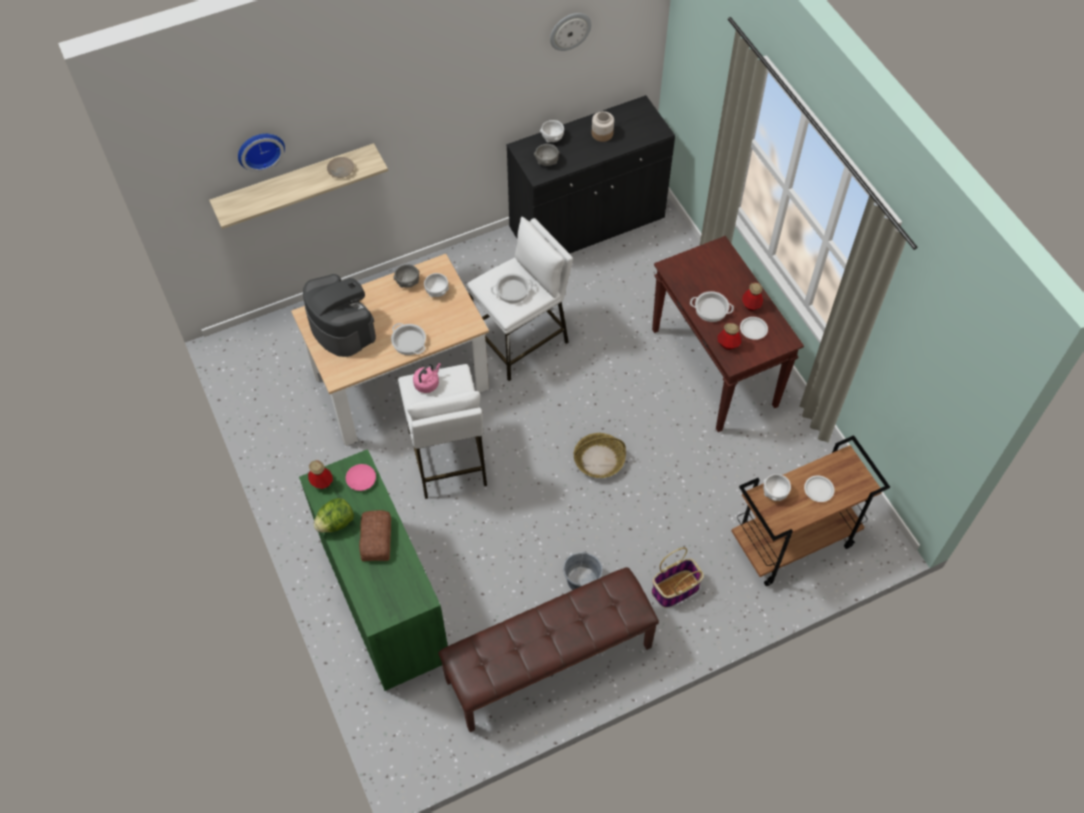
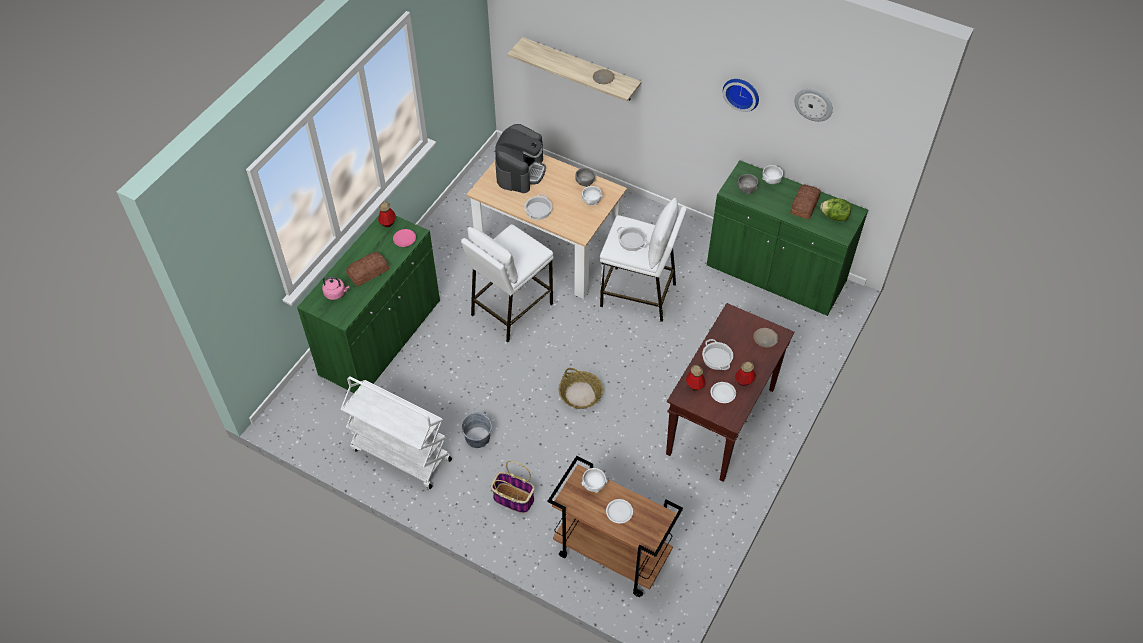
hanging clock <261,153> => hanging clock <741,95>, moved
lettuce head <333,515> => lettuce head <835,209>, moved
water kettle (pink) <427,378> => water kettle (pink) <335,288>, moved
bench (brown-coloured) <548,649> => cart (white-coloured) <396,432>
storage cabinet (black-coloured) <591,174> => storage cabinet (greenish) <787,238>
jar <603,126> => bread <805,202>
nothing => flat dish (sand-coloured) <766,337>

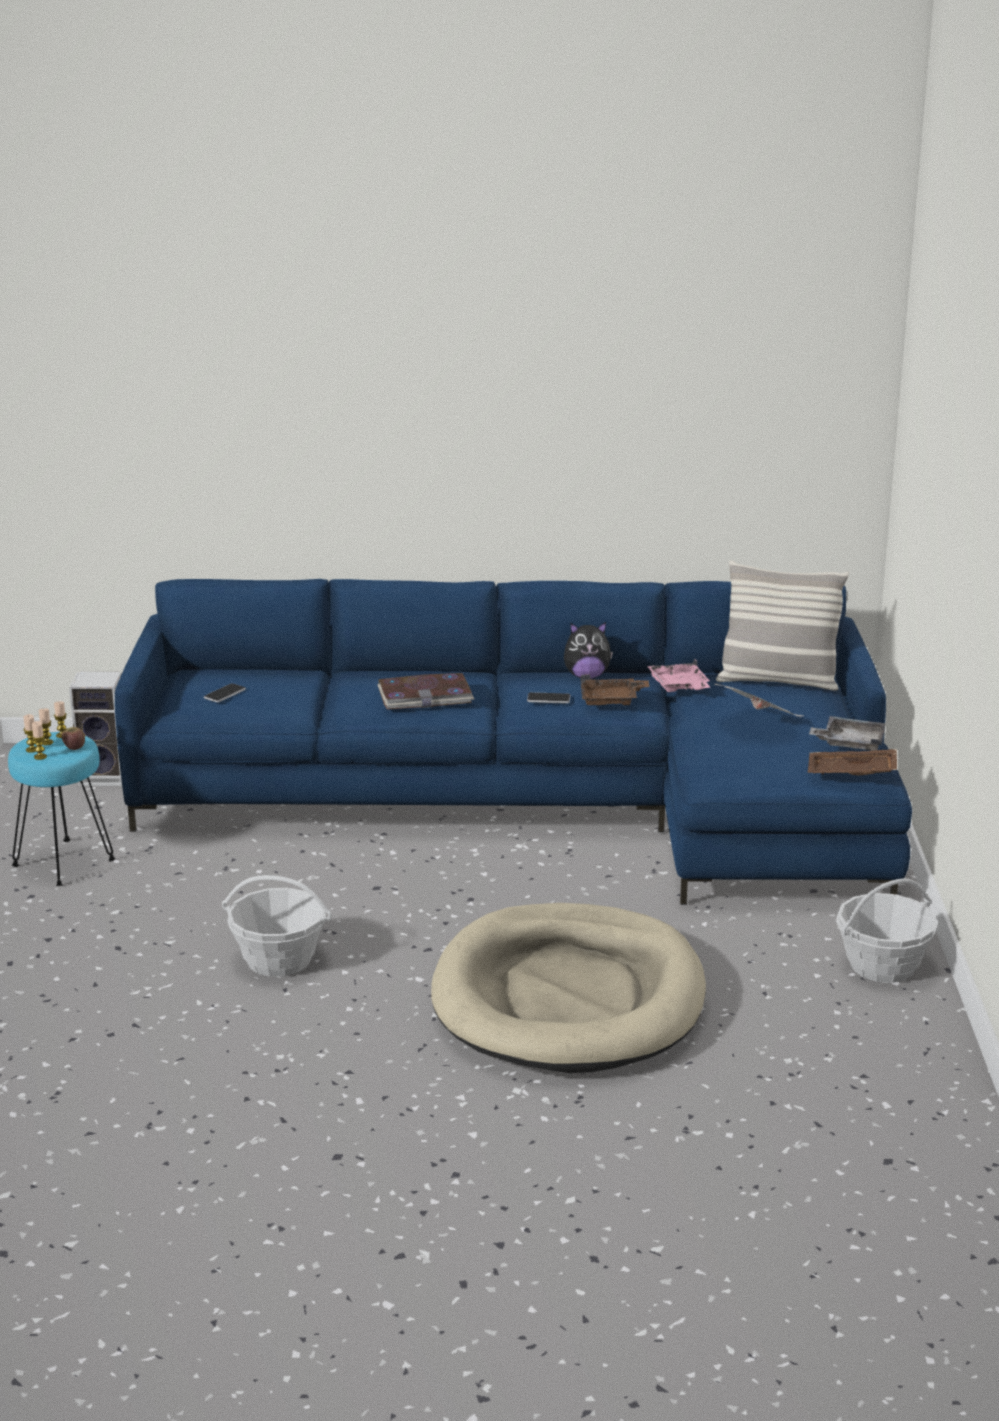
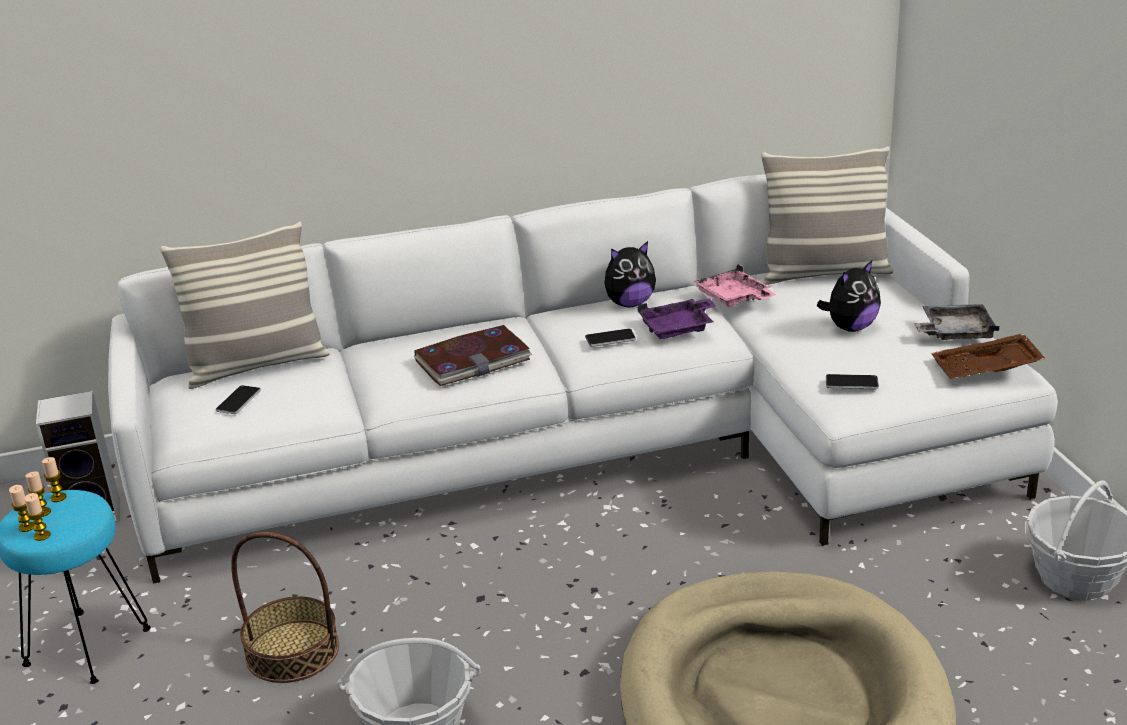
whole apple <73,737> => nothing
couch (bluish) <513,742> => couch (white-coloured) <583,378>
carrying tray (brown-coloured) <615,689> => carrying tray (purple-coloured) <676,319>
printed paper <758,700> => soft toy <849,295>
nothing => throw pillow <244,305>
nothing => household basket <285,607>
nothing => phone <852,382>

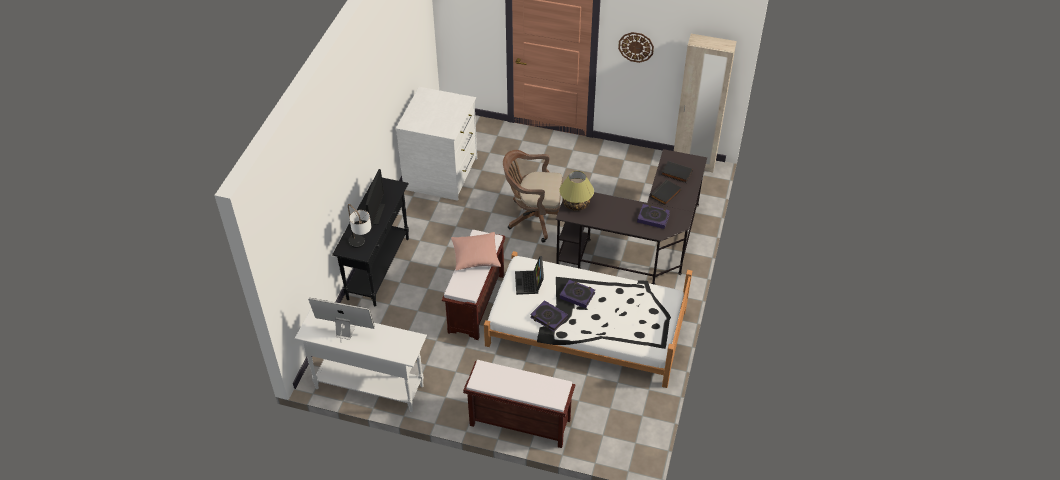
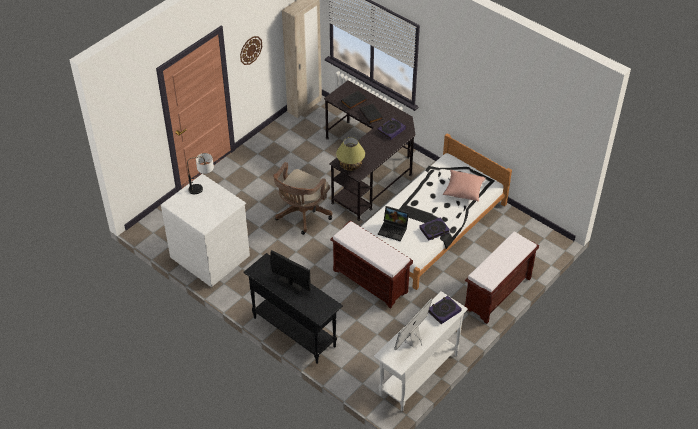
table lamp <359,226> => table lamp <200,173>, moved
throw pillow (pink) <476,251> => throw pillow (pink) <464,186>, moved
book <577,294> => book <445,310>, moved

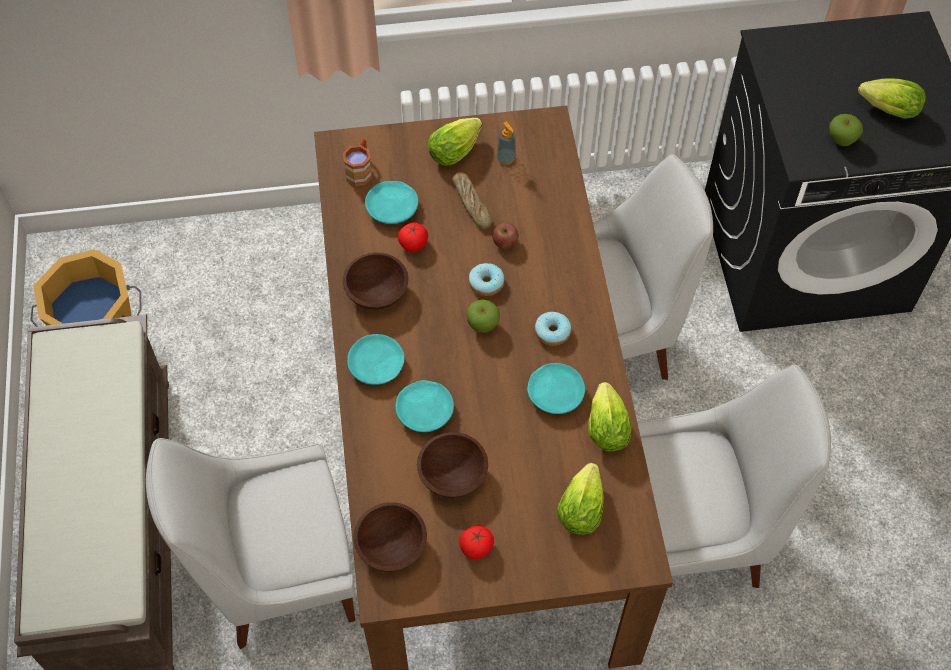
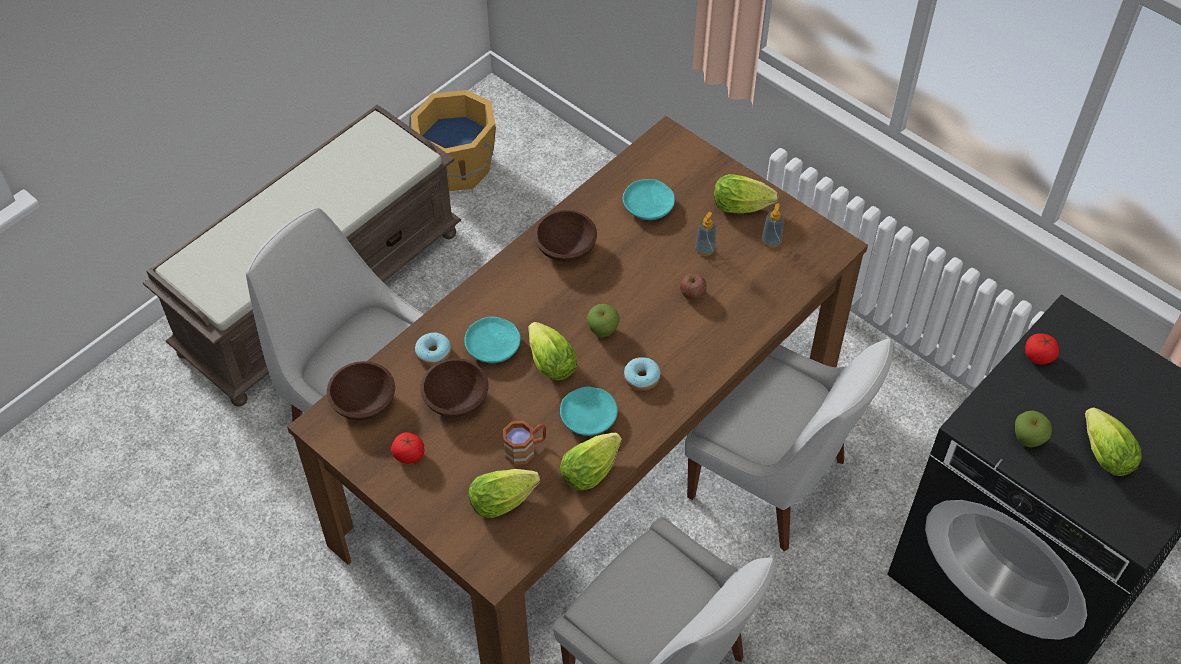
mug (brown-coloured) <357,162> => mug (brown-coloured) <524,443>, moved
flat dish (blue-green) <375,359> => nothing
whole tomato <413,237> => whole tomato <1042,349>, moved
bread <472,201> => soap dispenser <705,234>
donut <486,279> => donut <433,349>, moved
nothing => lettuce head <553,351>

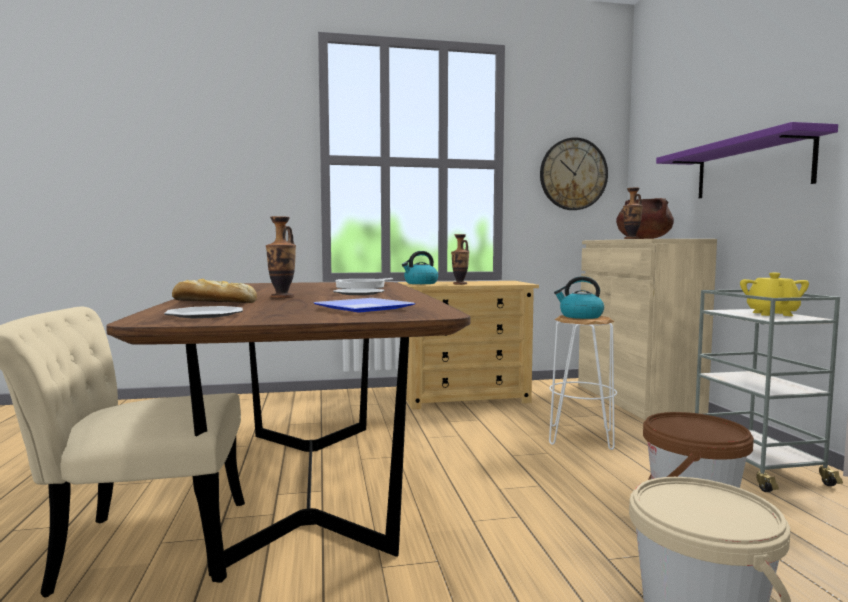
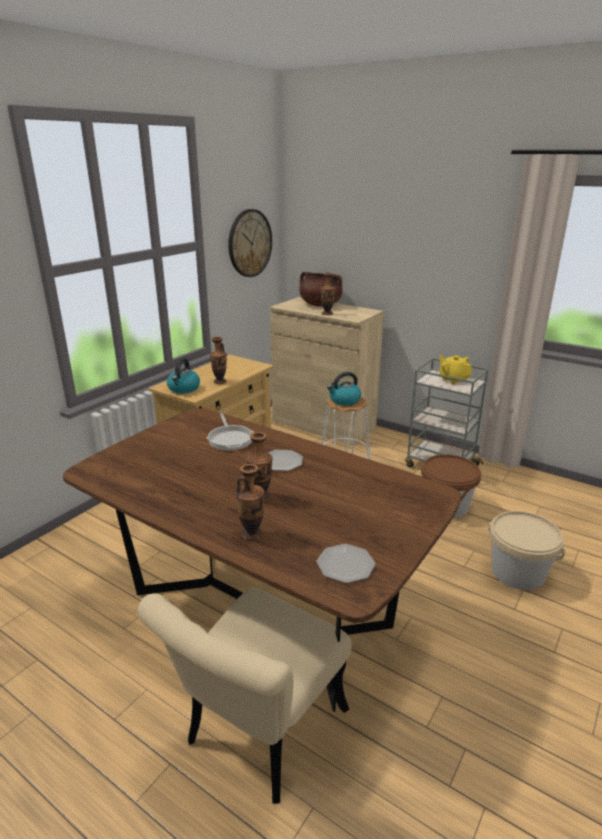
bread <214,291> => vase <250,502>
flat dish <364,305> => nothing
wall shelf (purple-coloured) <747,160> => nothing

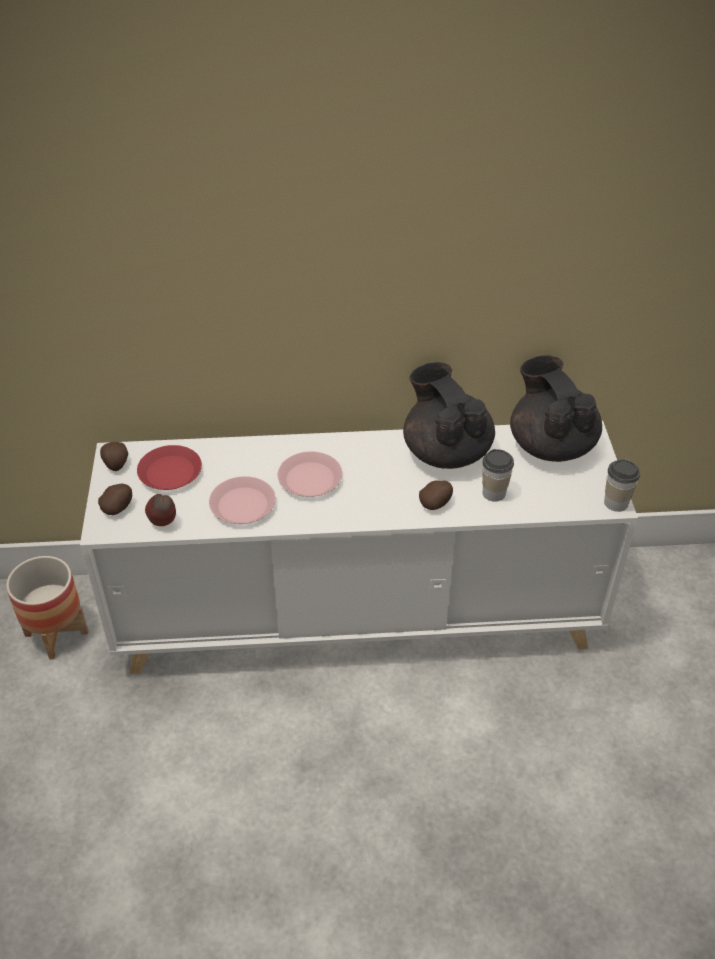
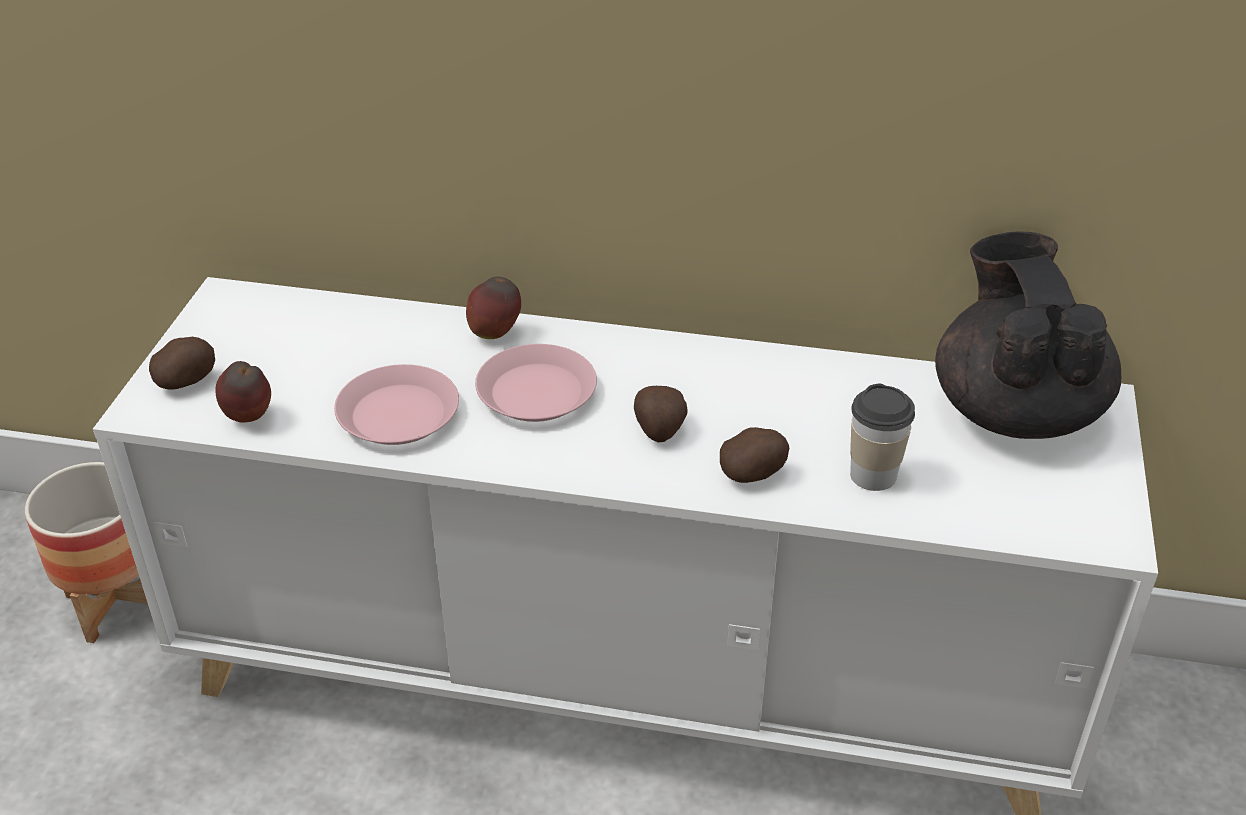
spud <114,456> => spud <660,414>, moved
flat dish (red) <169,467> => nothing
teapot (black-coloured) <449,415> => nothing
drinking cup <622,485> => nothing
nothing => whole apple <493,307>

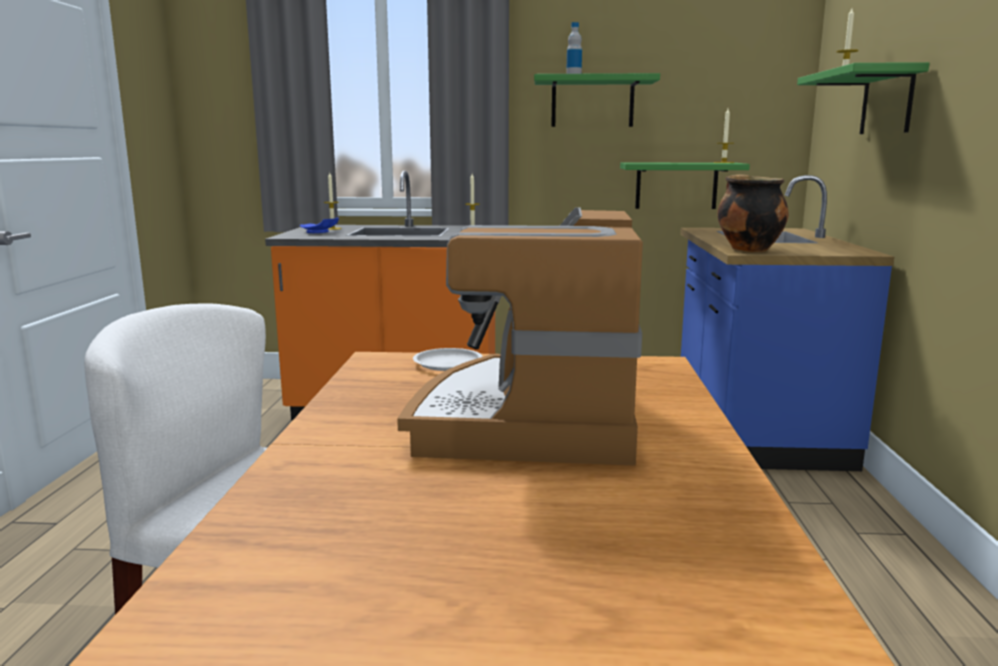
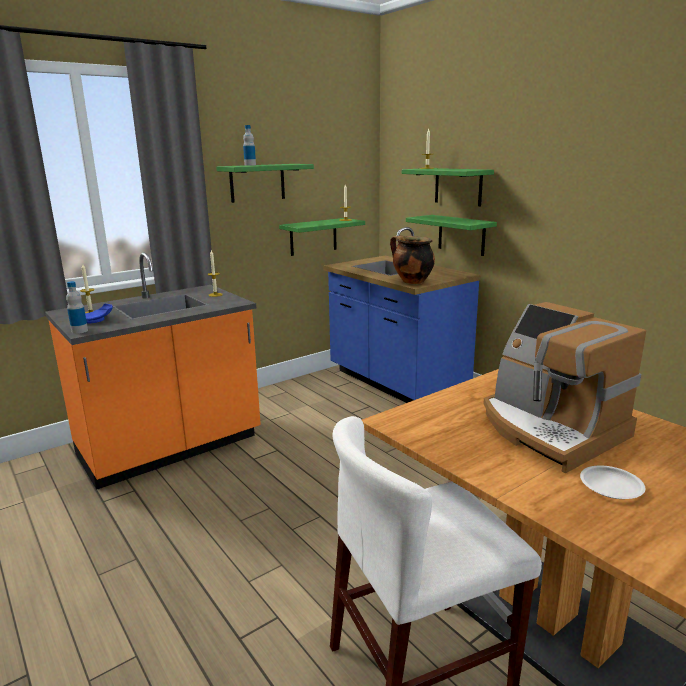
flat dish (white-coloured) <448,359> => flat dish (white-coloured) <612,482>, moved
nothing => beverage bottle <77,307>
nothing => wall shelf (greenish) <451,235>

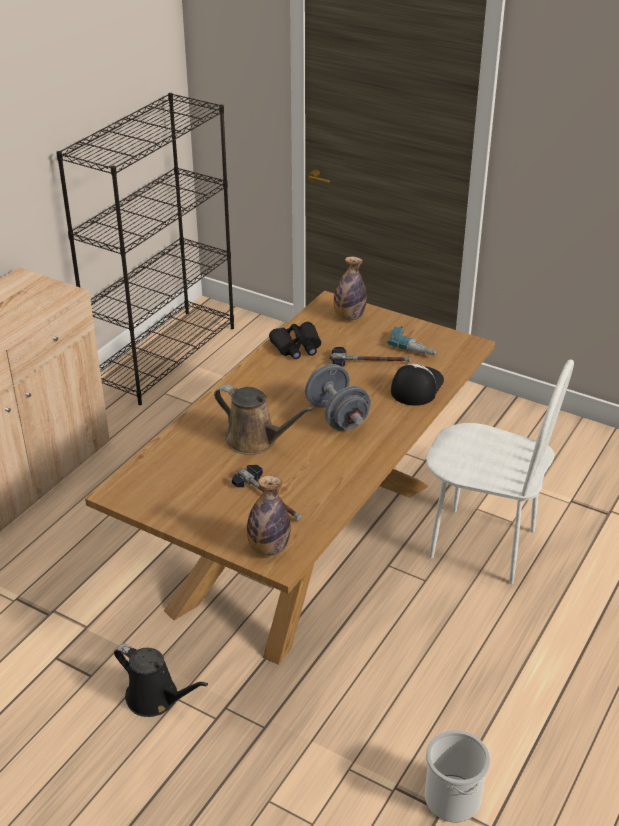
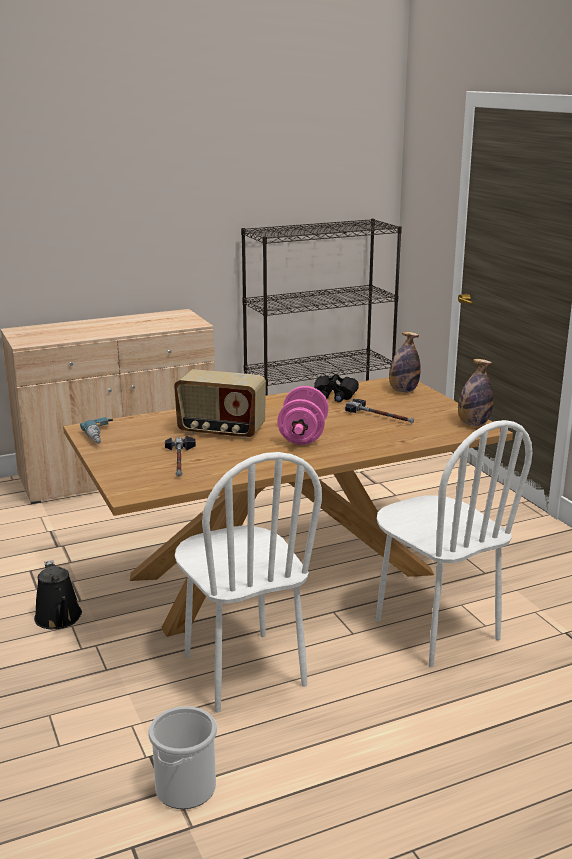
sprinkling can (brown-coloured) <264,419> => radio <220,404>
beverage bottle <269,516> => beverage bottle <475,392>, moved
dumbbell (greyish) <338,397> => dumbbell (pink) <303,415>
electric drill <413,340> => electric drill <96,430>, moved
cap <417,385> => nothing
nothing => chair (white-coloured) <248,582>

